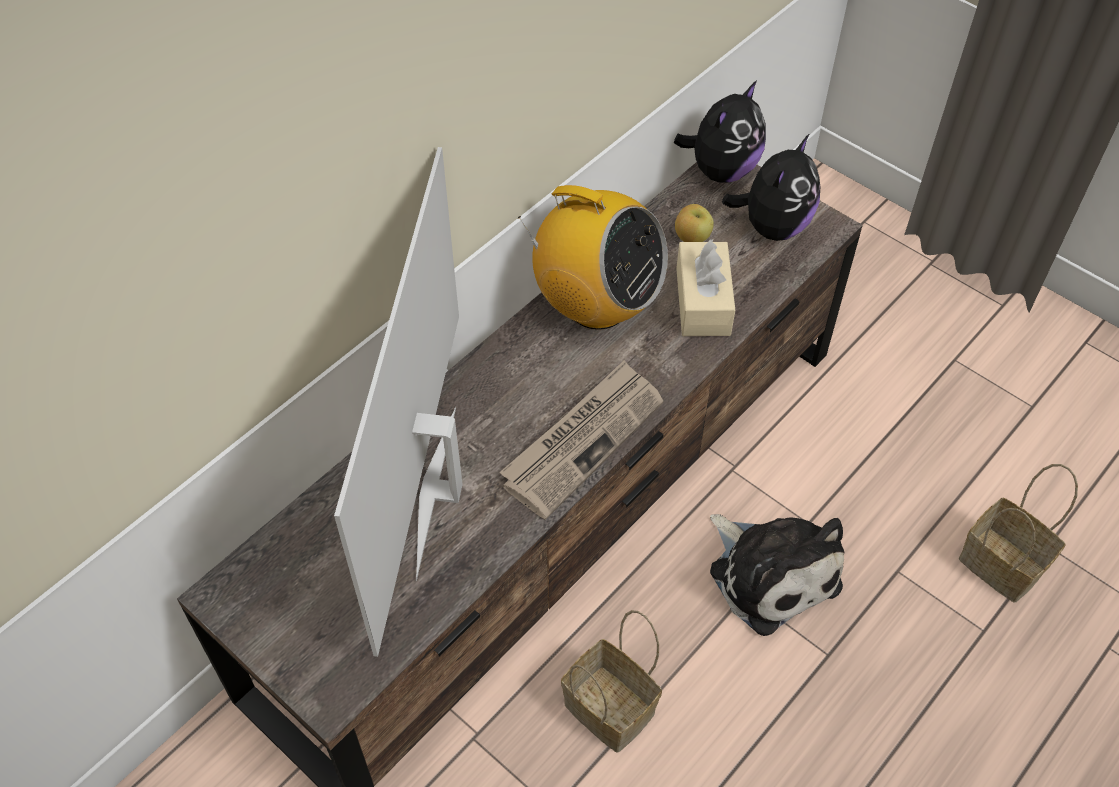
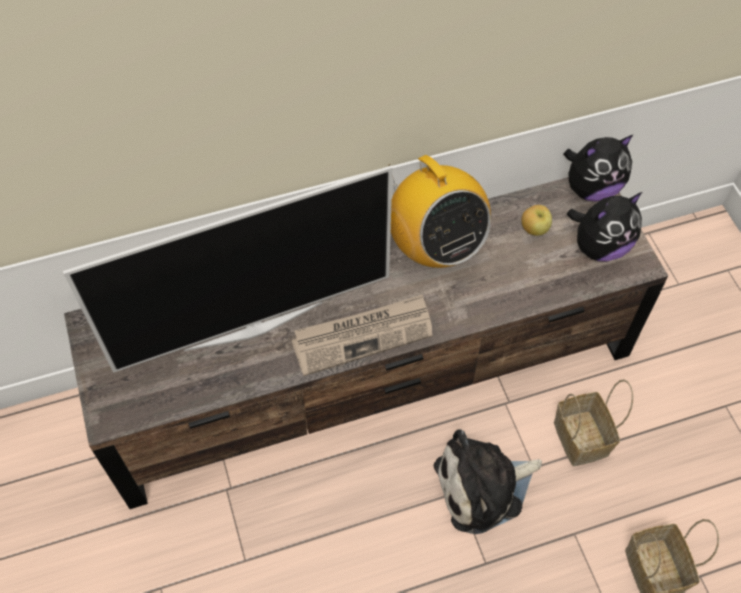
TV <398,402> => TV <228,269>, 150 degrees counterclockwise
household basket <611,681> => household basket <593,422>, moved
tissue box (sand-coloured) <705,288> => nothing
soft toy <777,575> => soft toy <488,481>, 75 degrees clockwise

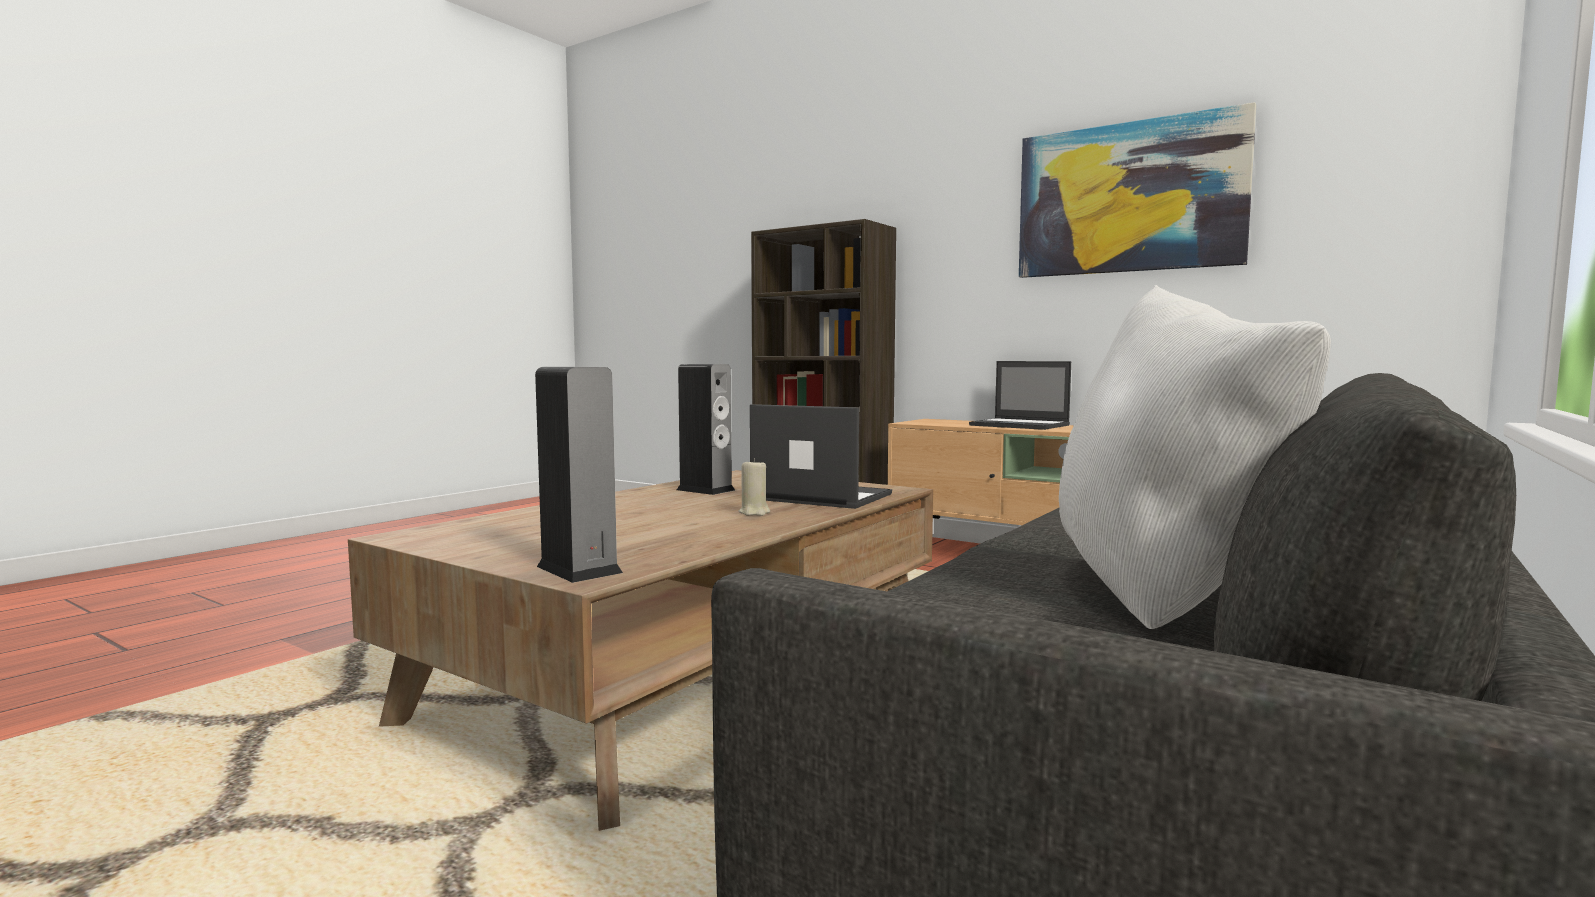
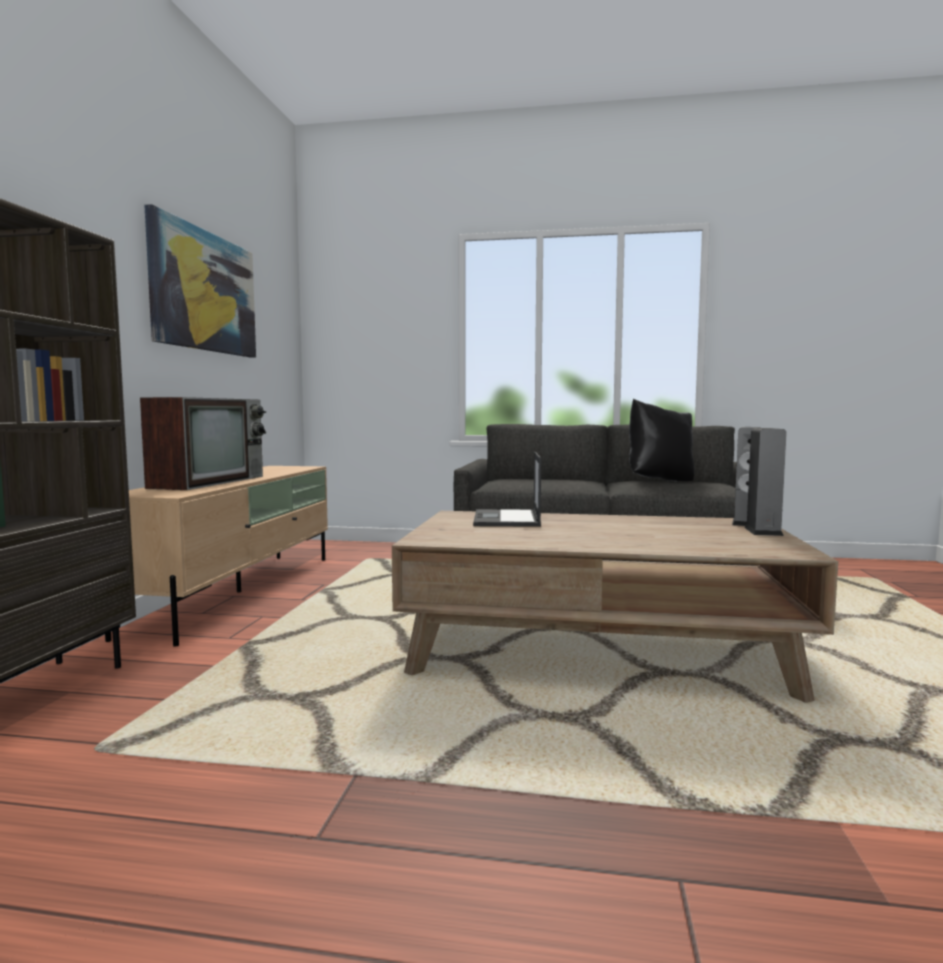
audio speaker <706,429> => audio speaker <765,482>, moved
wax light (sand-coloured) <754,487> => nothing
notebook computer <1020,395> => TV <203,443>
throw pillow (white-coloured) <1195,457> => throw pillow (black-coloured) <662,440>

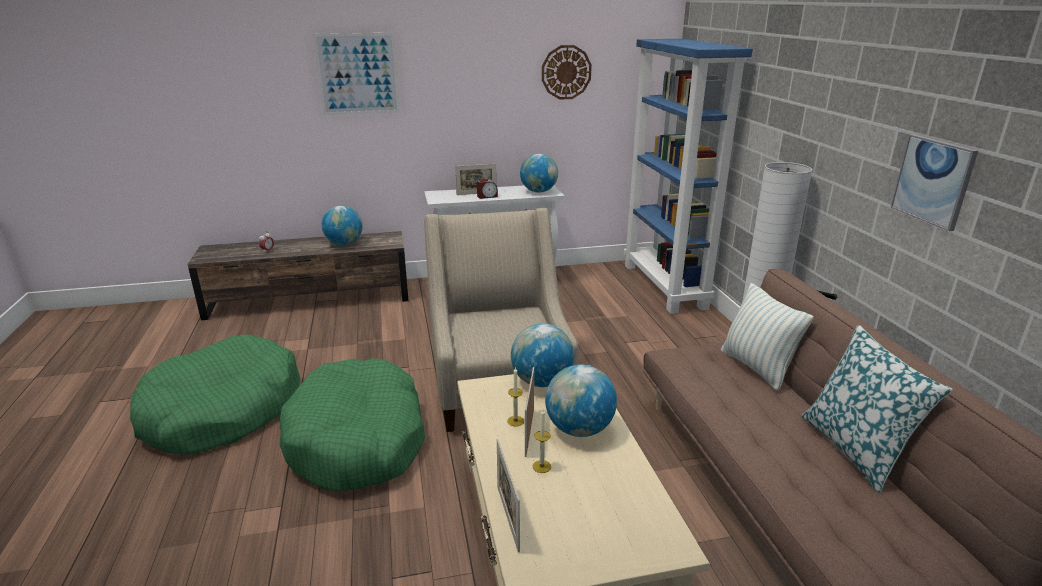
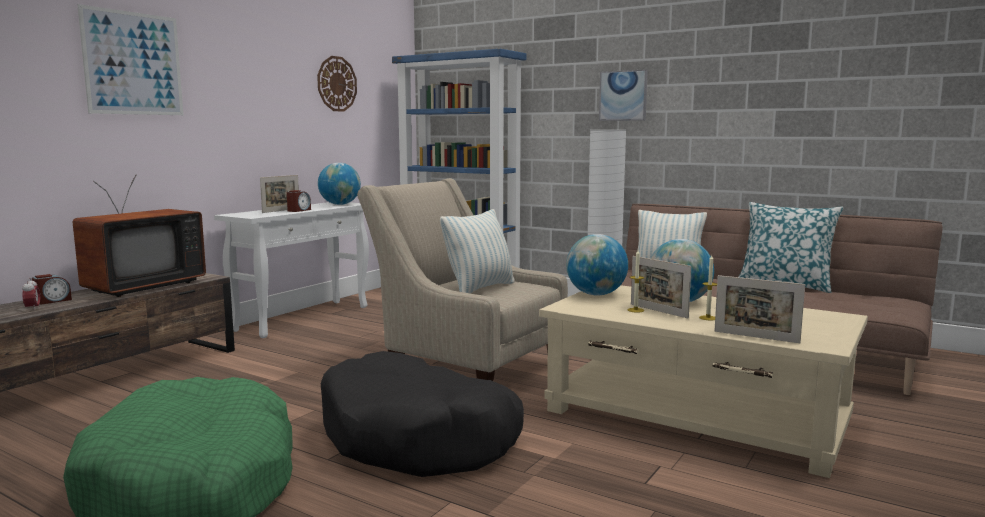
dog cushion (greenish) <352,424> => dog cushion (black-coloured) <422,414>
world globe <342,225> => TV <139,236>
wall art <934,182> => wall art <623,95>, moved
nothing => bedside clock <52,289>
nothing => throw pillow <477,251>

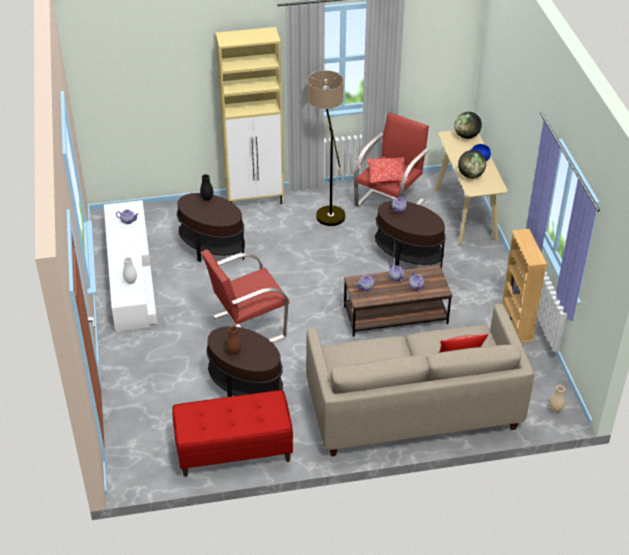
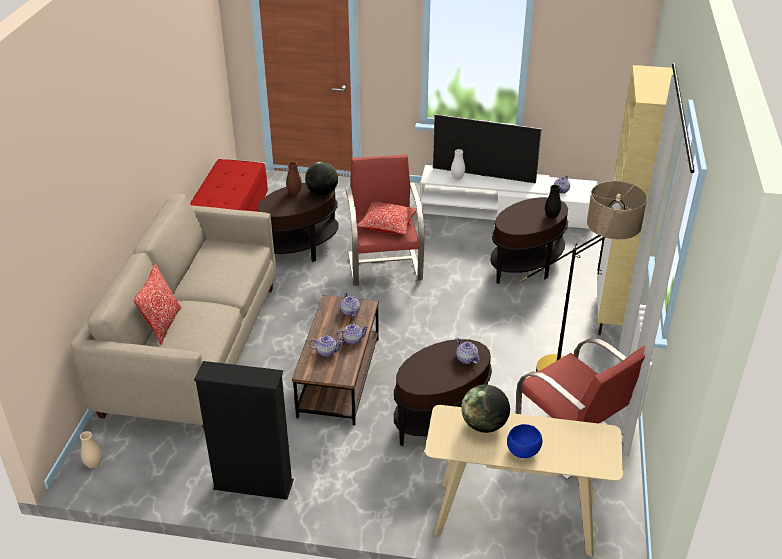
throw pillow <388,170> => throw pillow <387,218>, moved
world globe <468,125> => world globe <321,179>, moved
bookcase (sand-coloured) <524,286> => bookcase (black-coloured) <244,430>
nothing => TV <487,149>

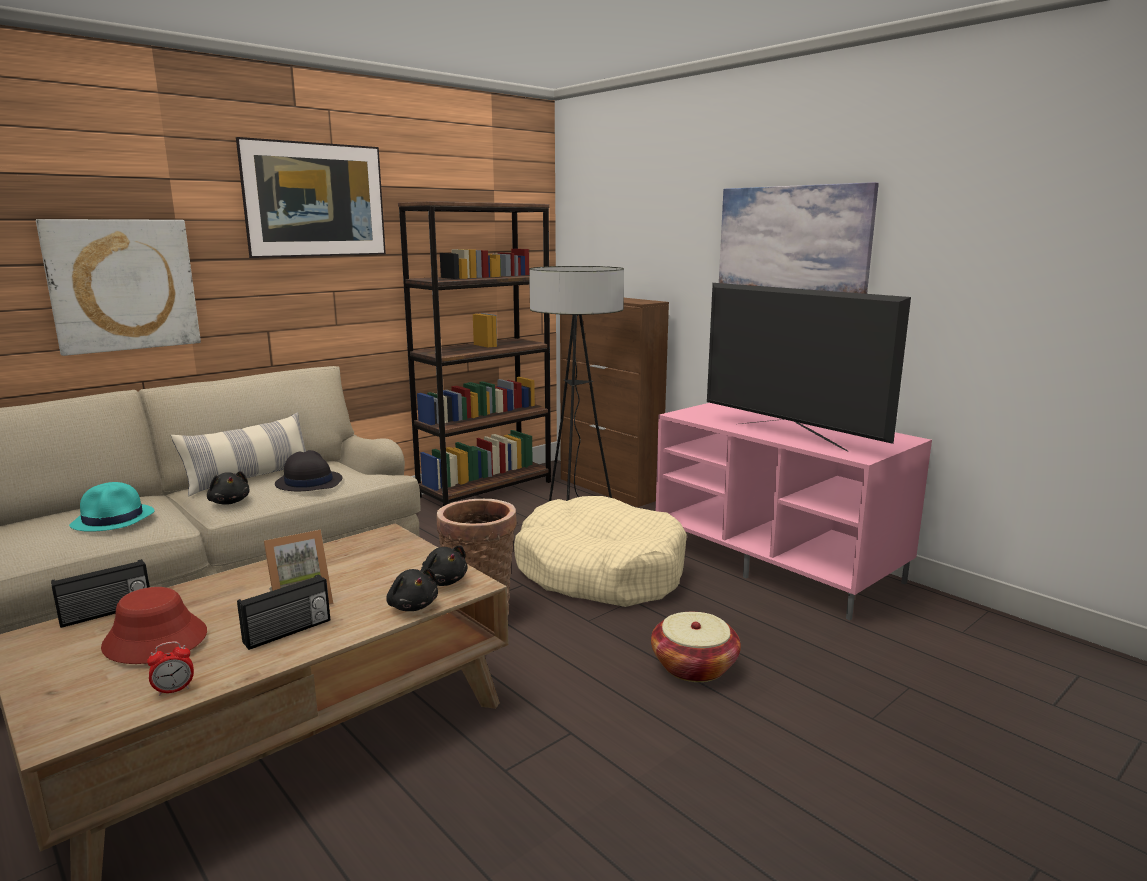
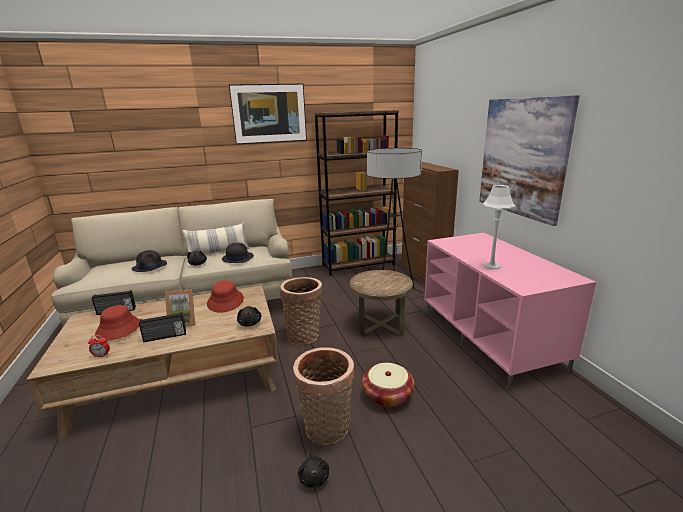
wall art <118,287> => nothing
clothing hat (blue-green) <112,507> => clothing hat (black-coloured) <149,261>
soft toy (black-coloured) <412,590> => soft toy (black-coloured) <313,471>, moved
dog cushion (sand-coloured) <600,551> => side table (brown-coloured) <381,303>
TV <809,367> => table lamp (greyish) <499,227>
nothing => clothing hat (red) <225,296>
nothing => household basket <323,396>

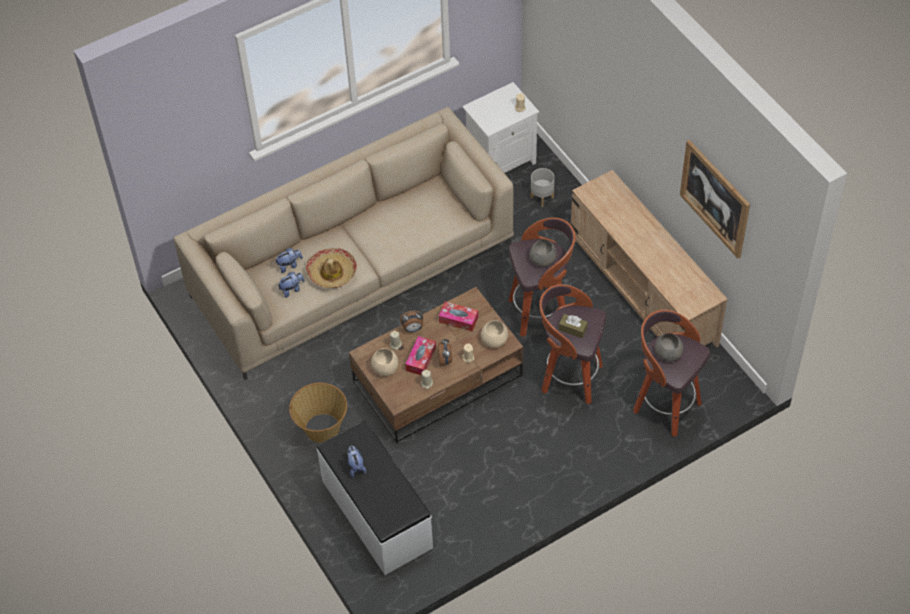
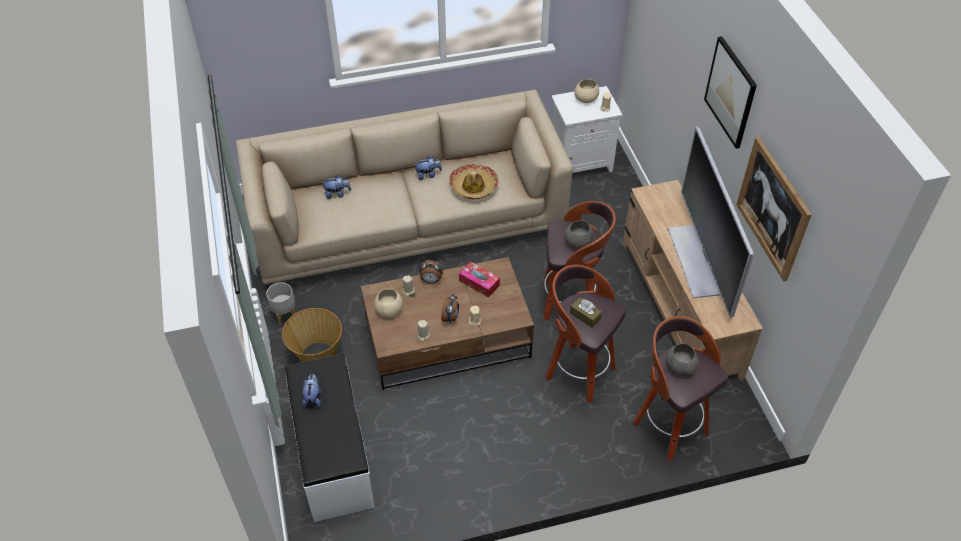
soft toy <291,285> => soft toy <428,168>, moved
clothing hat <331,268> => clothing hat <474,182>, moved
tissue box <420,355> => nothing
deep dish (sand-coloured) <494,334> => deep dish (sand-coloured) <586,91>, moved
flower pot (greyish) <543,187> => flower pot (greyish) <281,303>, moved
nothing => TV <711,222>
nothing => wall art <730,92>

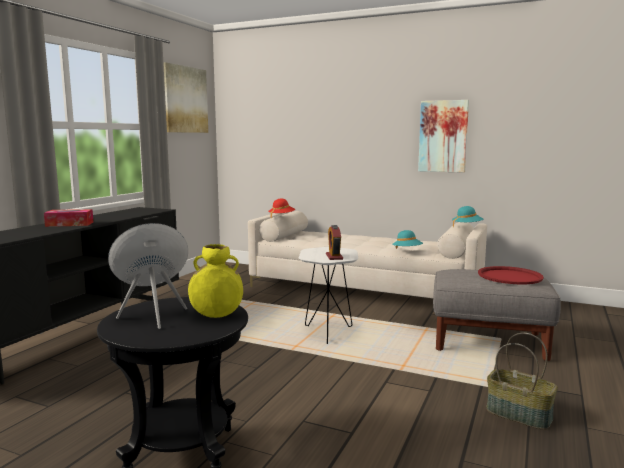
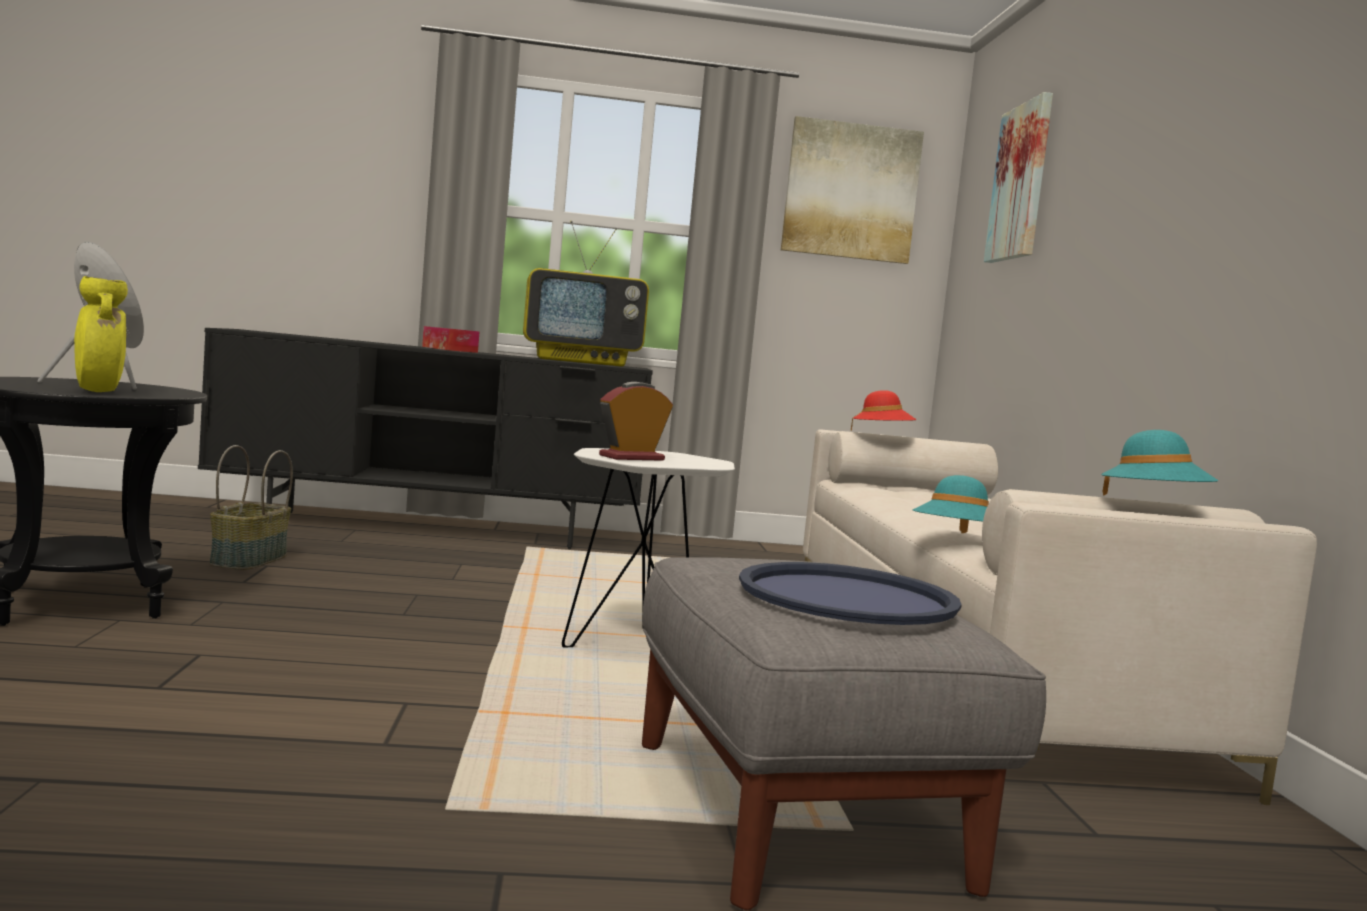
wall art <443,136> => wall art <1018,177>, moved
carrying tray (red) <511,275> => carrying tray (bluish) <850,593>
household basket <522,381> => household basket <251,507>, moved
nothing => TV <586,293>

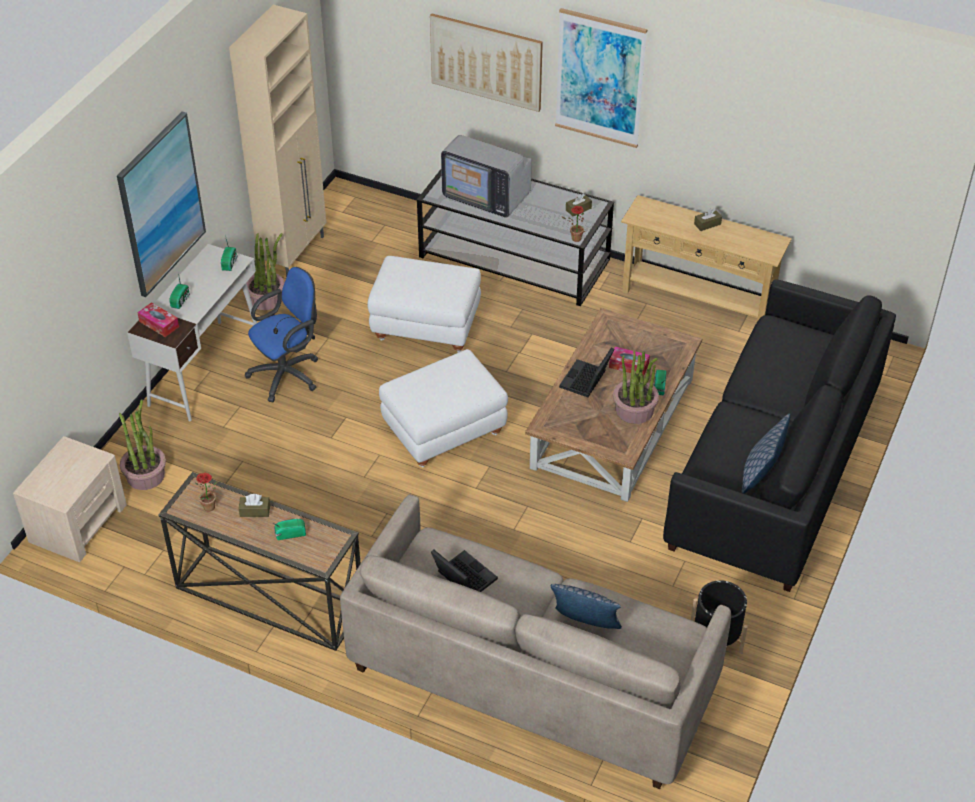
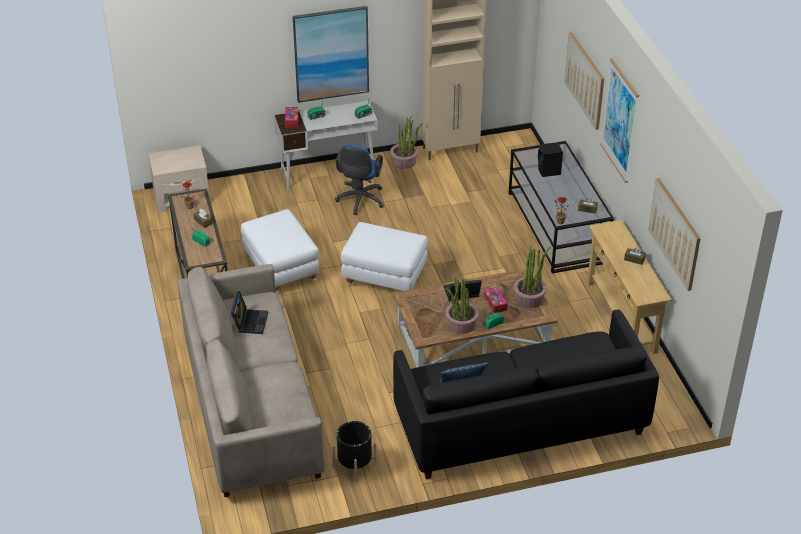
plant in a pot <142,444> => plant in a pot <532,277>, moved
computer chair (bluish) <282,334> => computer chair (bluish) <359,179>, 90 degrees clockwise
pouffe (white-coloured) <424,304> => pouffe (white-coloured) <280,251>, moved
TV <486,176> => audio speaker (black-coloured) <550,159>
throw pillow <586,606> => nothing
nothing => wall art <674,234>

